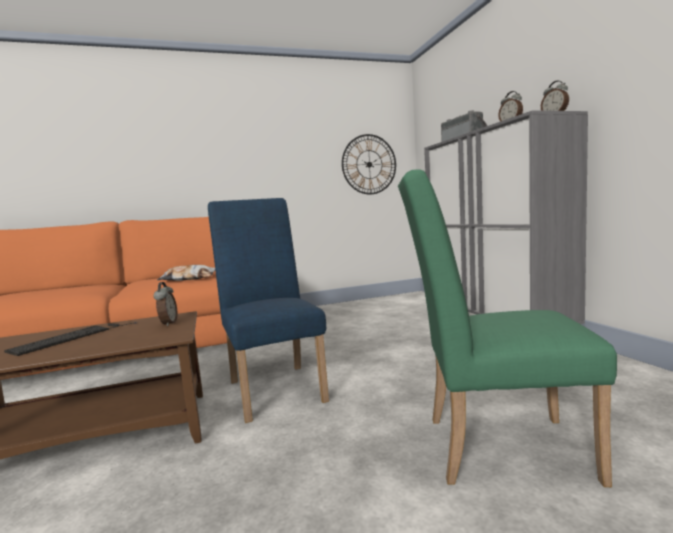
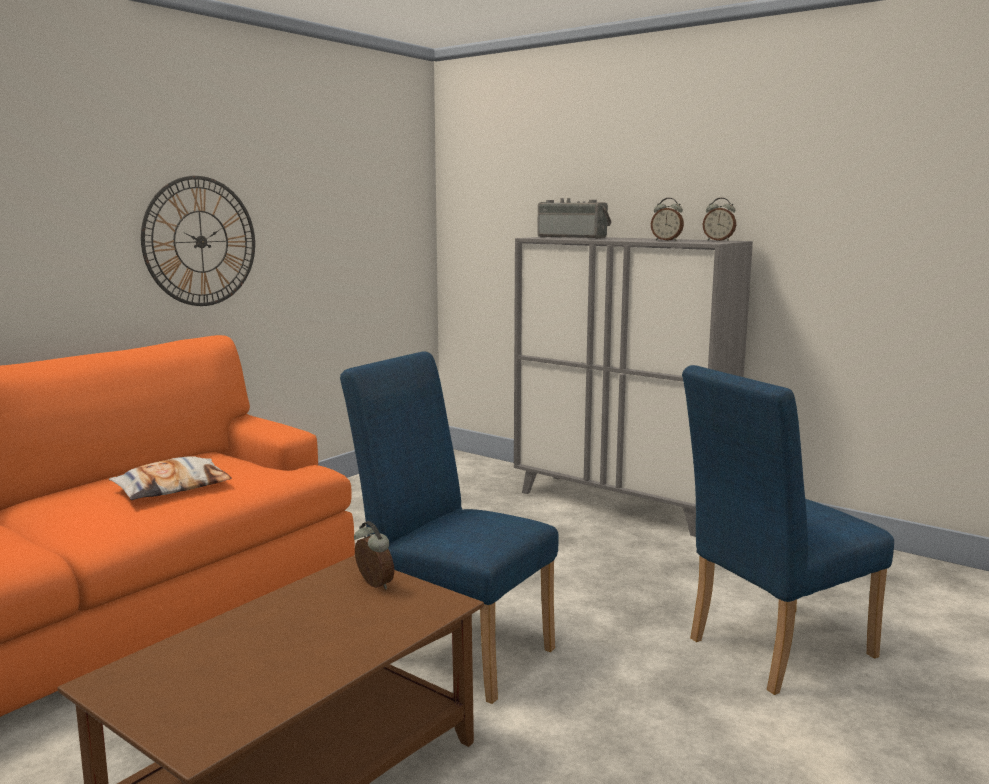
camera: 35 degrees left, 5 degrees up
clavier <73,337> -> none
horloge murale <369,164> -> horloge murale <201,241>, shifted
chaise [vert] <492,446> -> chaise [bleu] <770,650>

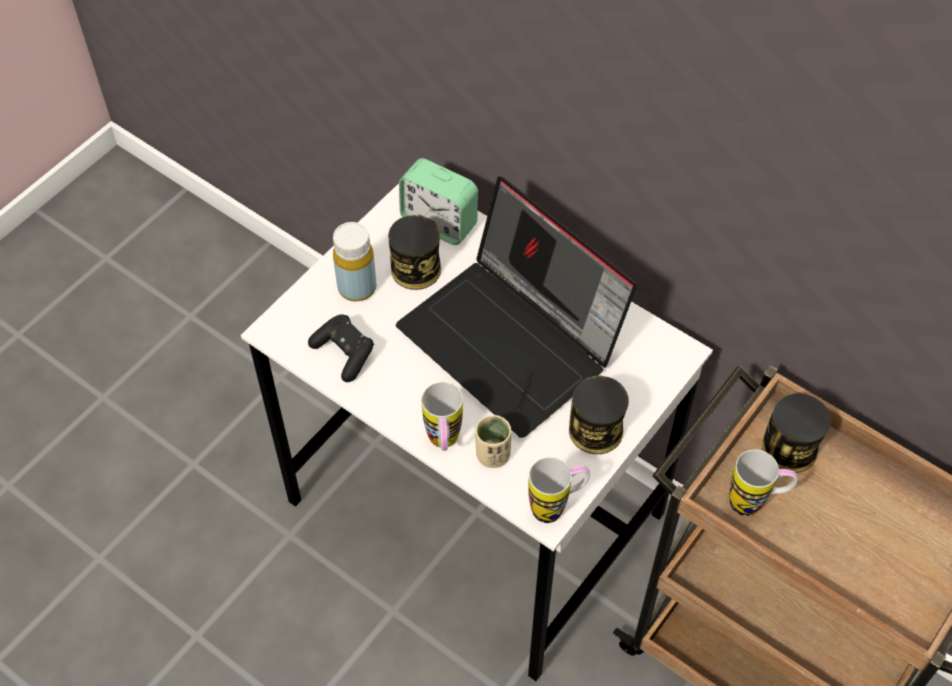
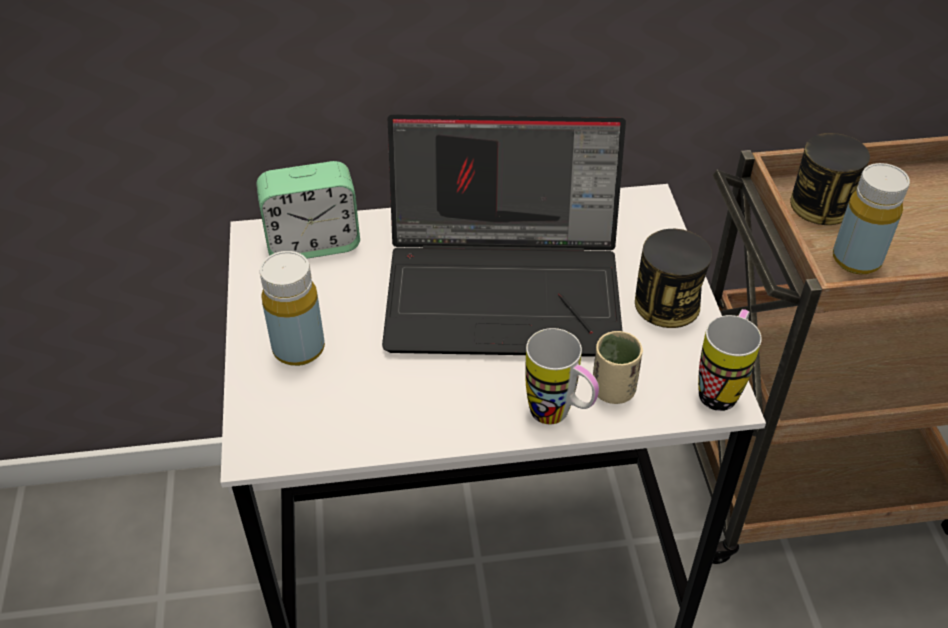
camera: 45 degrees left, 10 degrees down
manette [noir] <344,353> -> none
boîte métallique <416,269> -> none
mug <755,503> -> bouteille [jaune] <856,259>

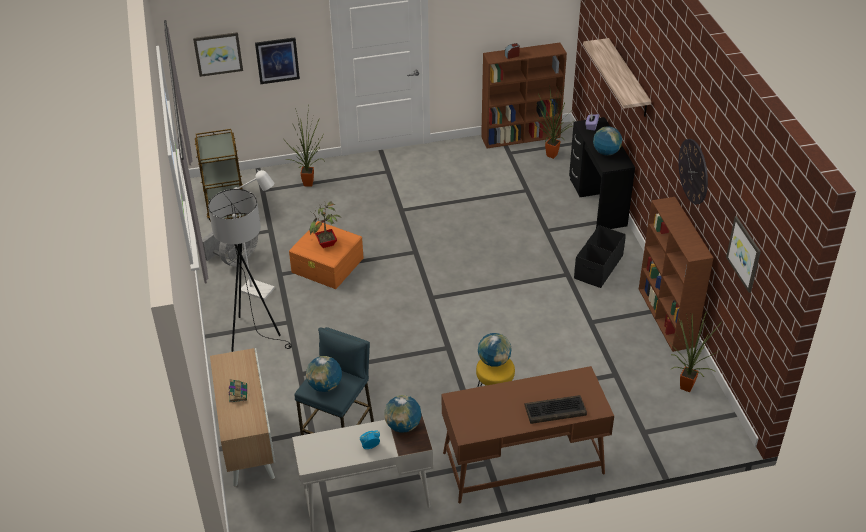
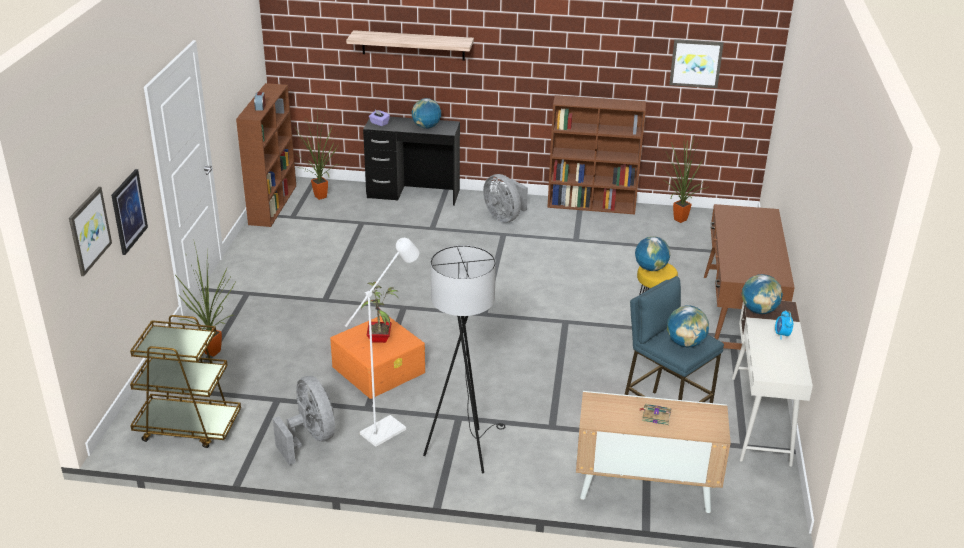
camera: 70 degrees left, 10 degrees down
clavier <554,410> -> none
boîte de rangement [noir] <598,267> -> ventilateur [gris] <505,217>
horloge murale <693,171> -> none

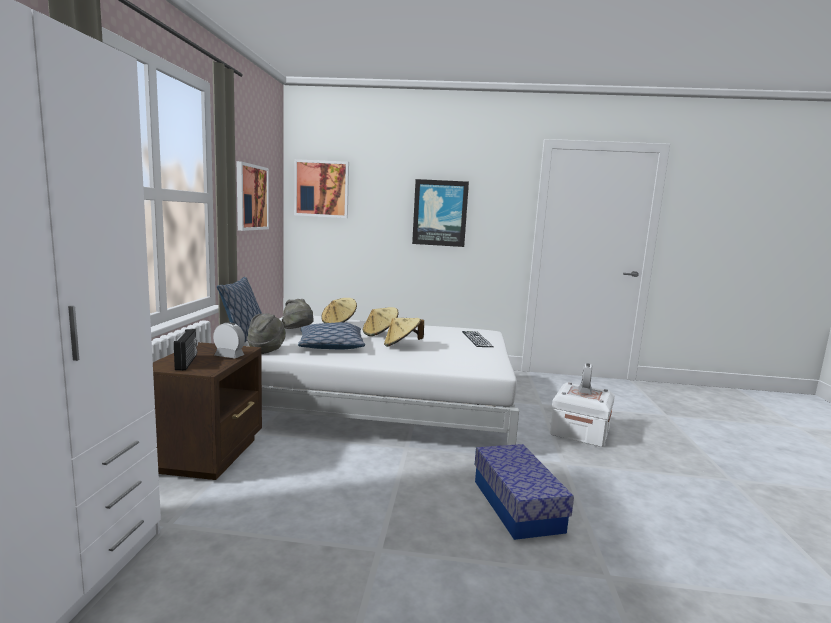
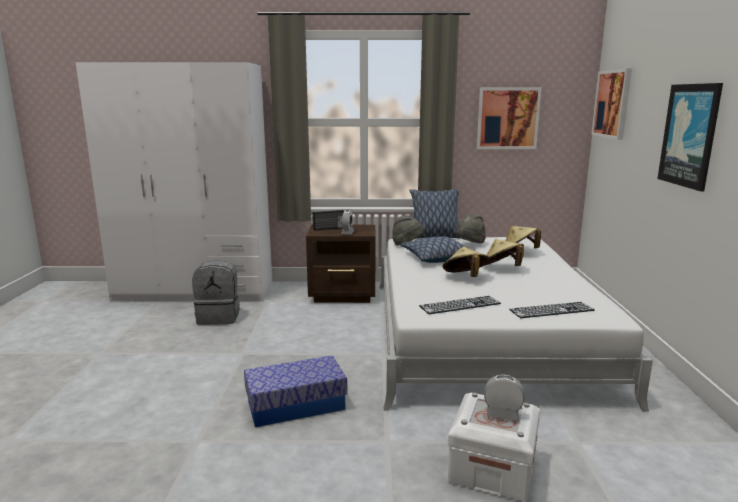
camera: 85 degrees right, 5 degrees up
none -> sac à dos [gris] <219,317>
none -> clavier <460,305>

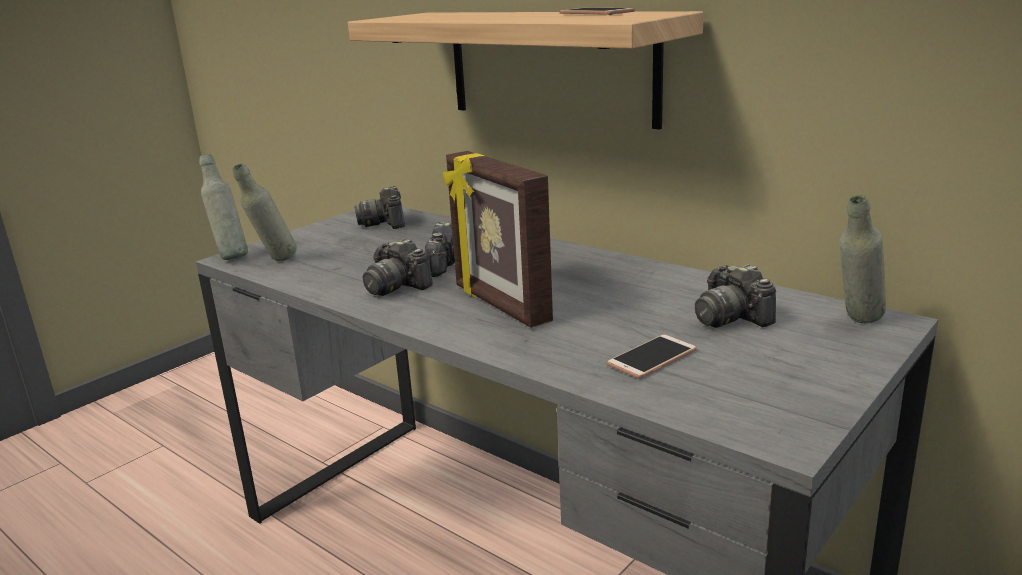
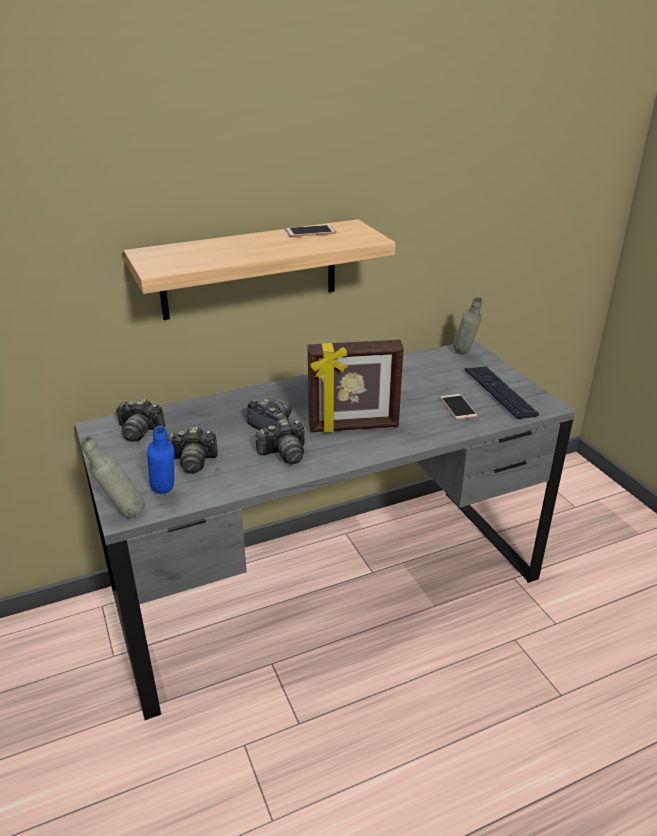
camera: 65 degrees left, 10 degrees up
bouteille [gris] <274,262> -> bouteille [bleu] <166,495>
appareil photo <731,317> -> appareil photo <192,461>, shifted
none -> clavier <499,393>

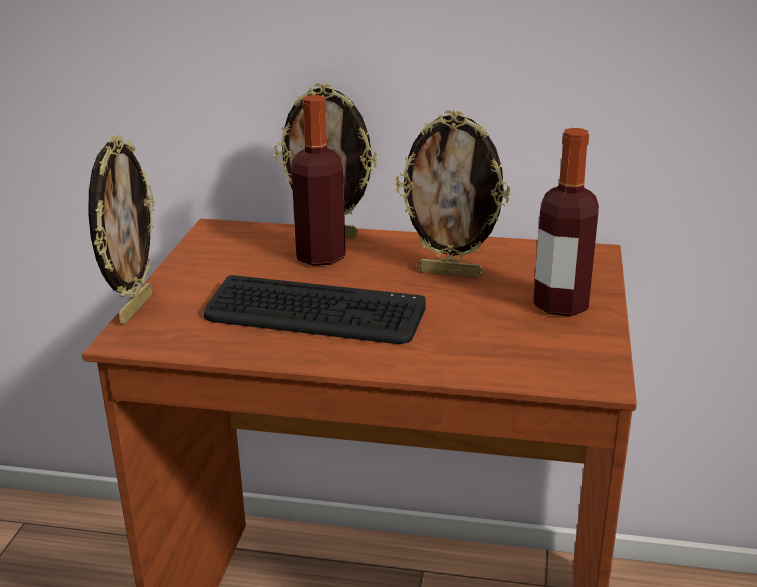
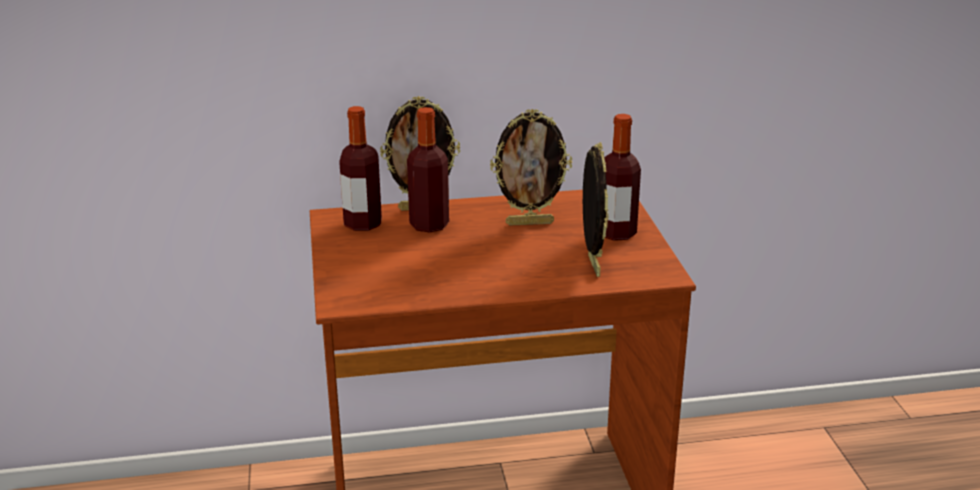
camera: 20 degrees left, 0 degrees up
cadre photo <134,308> -> cadre photo <591,265>, shifted
clavier <314,313> -> none
none -> bouteille <363,224>

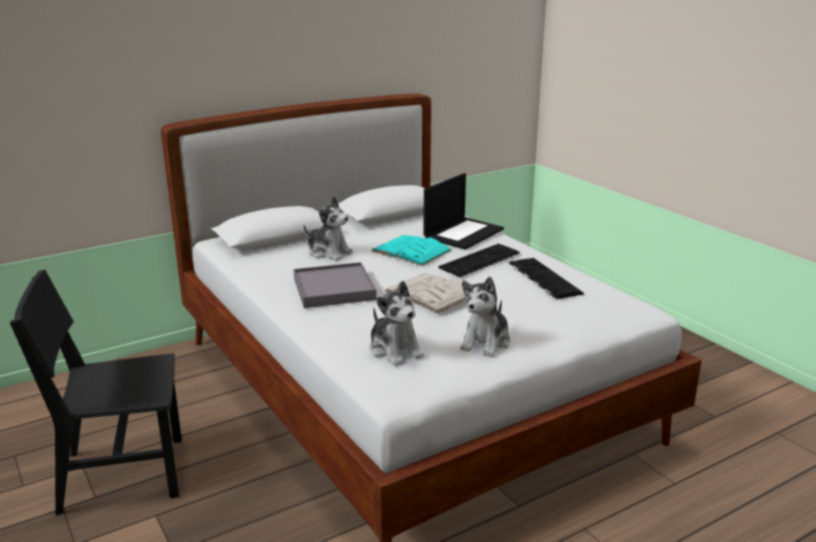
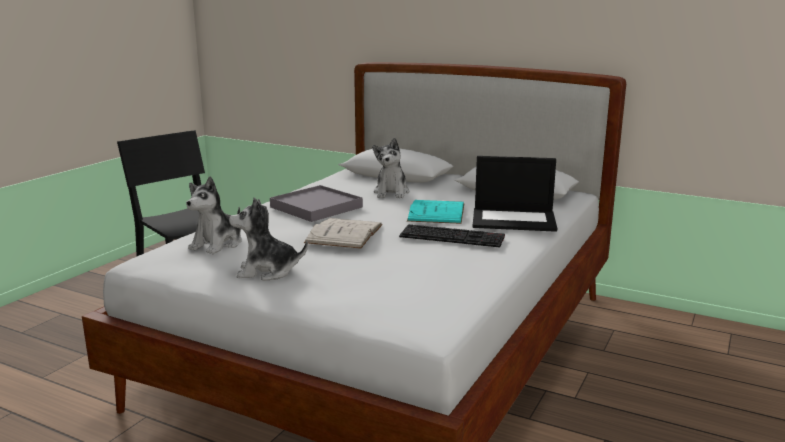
camera: 60 degrees right, 5 degrees down
clavier <542,278> -> none

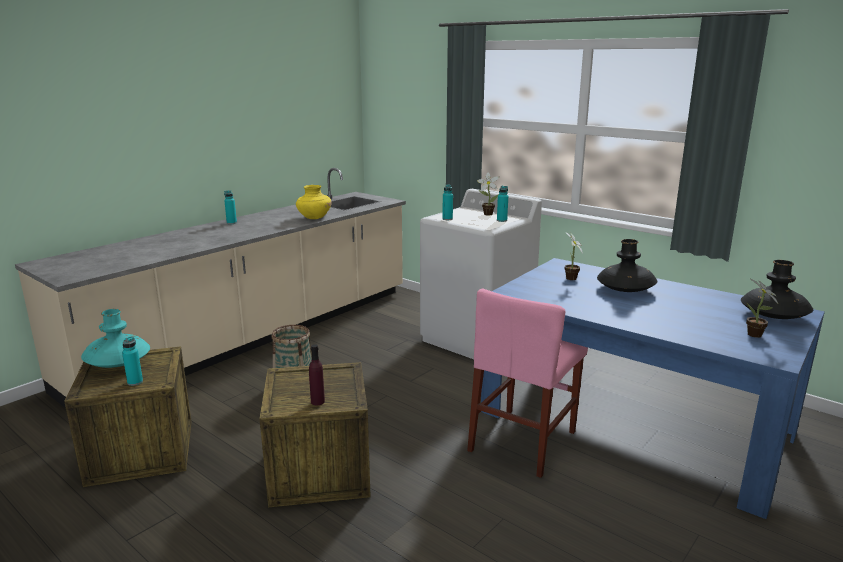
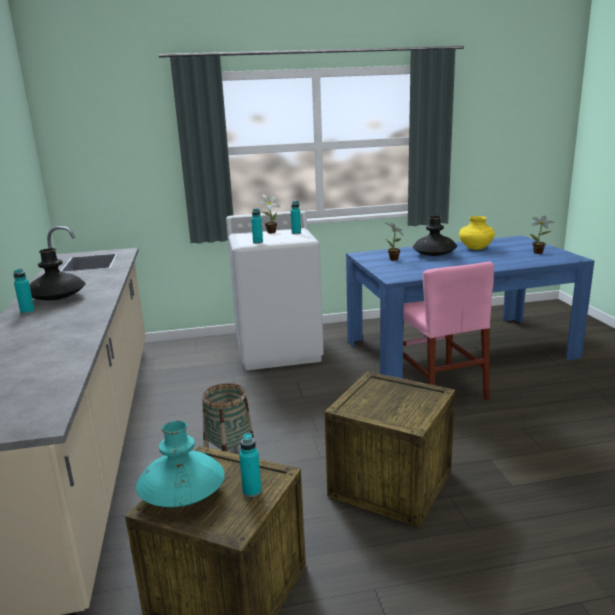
camera: 50 degrees left, 0 degrees up
vase [jaune] <314,217> -> vase [jaune] <475,248>, shifted
bouteille [violet] <317,401> -> none
vase [noir] <773,315> -> vase [noir] <57,298>, shifted

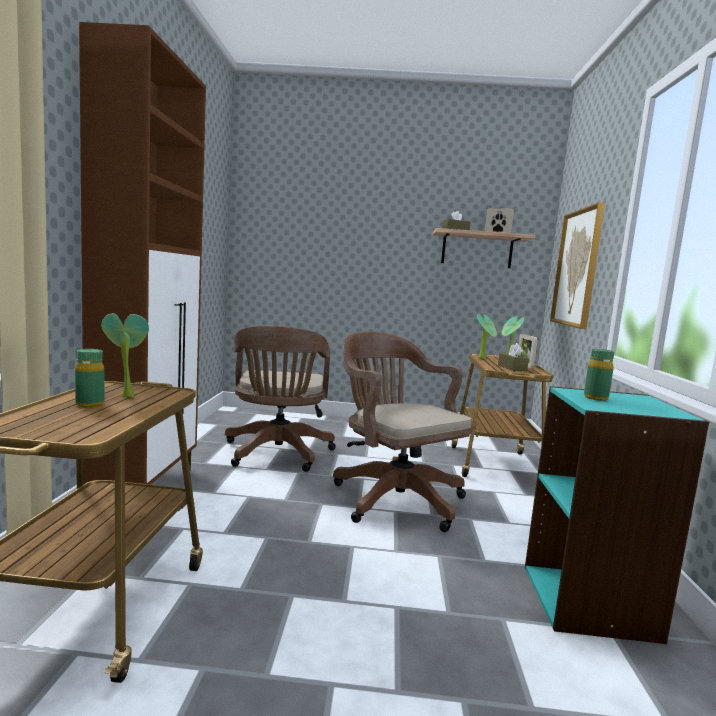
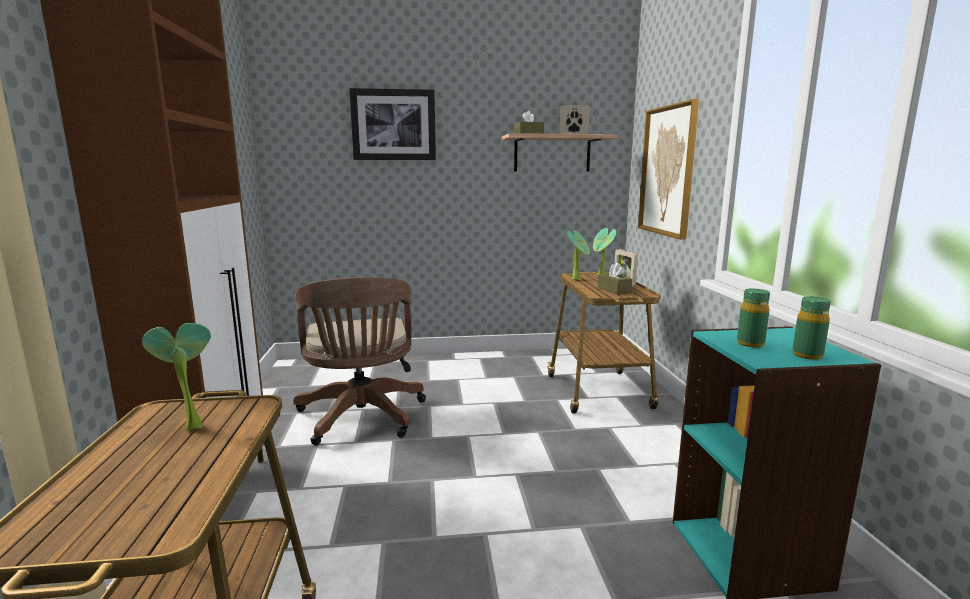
camera: 10 degrees left, 5 degrees up
bouteille [vert] <90,404> -> bouteille [vert] <807,355>, shifted
chaise de bureau [marron] <393,497> -> none
none -> tableau <393,125>

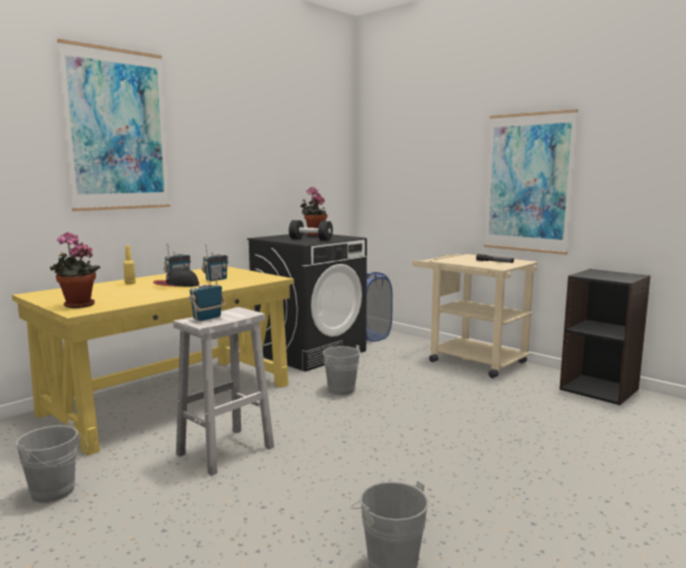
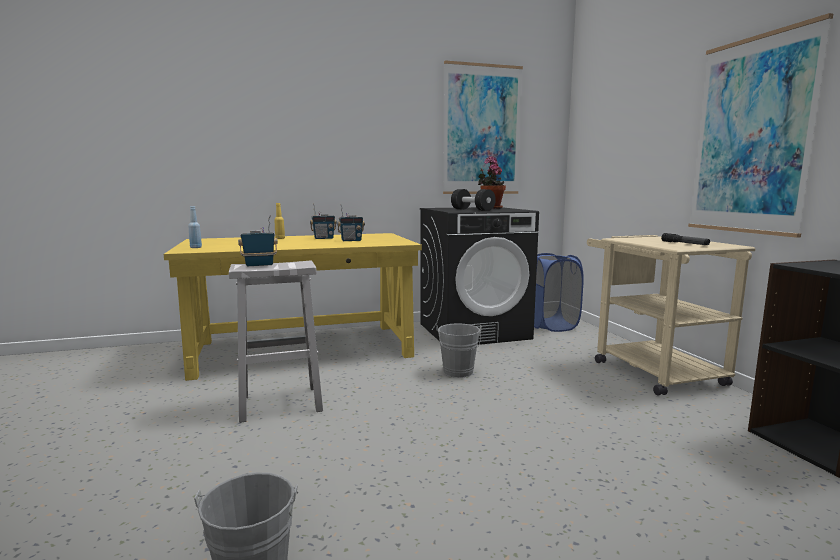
camera: 30 degrees right, 0 degrees up
seau [gris] <56,493> -> none
plante en pot <77,306> -> bouteille [bleu] <196,247>
tableau <117,130> -> tableau <482,130>, shifted
casquette <176,285> -> none

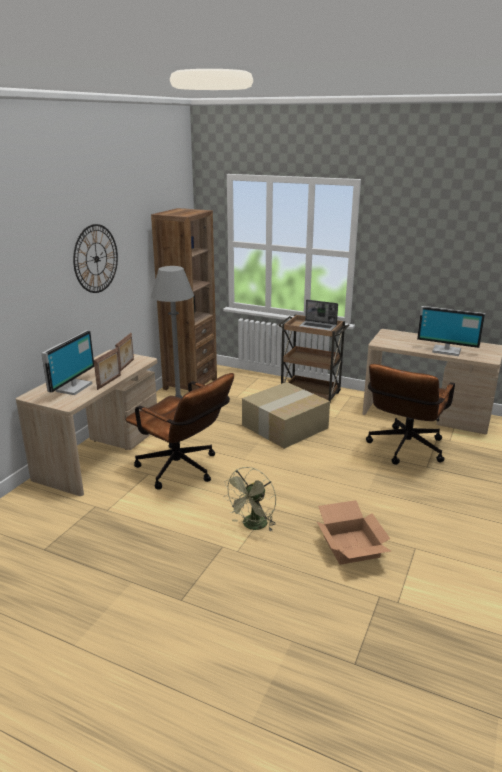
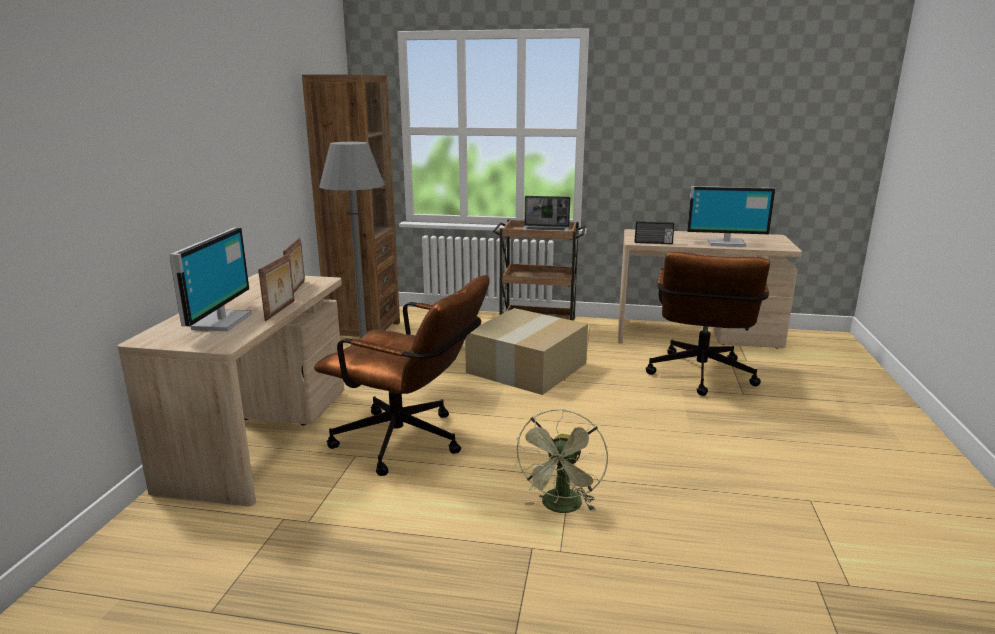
camera: 15 degrees left, 5 degrees down
horloge murale <96,259> -> none
carton <352,547> -> none
none -> radio <653,243>

